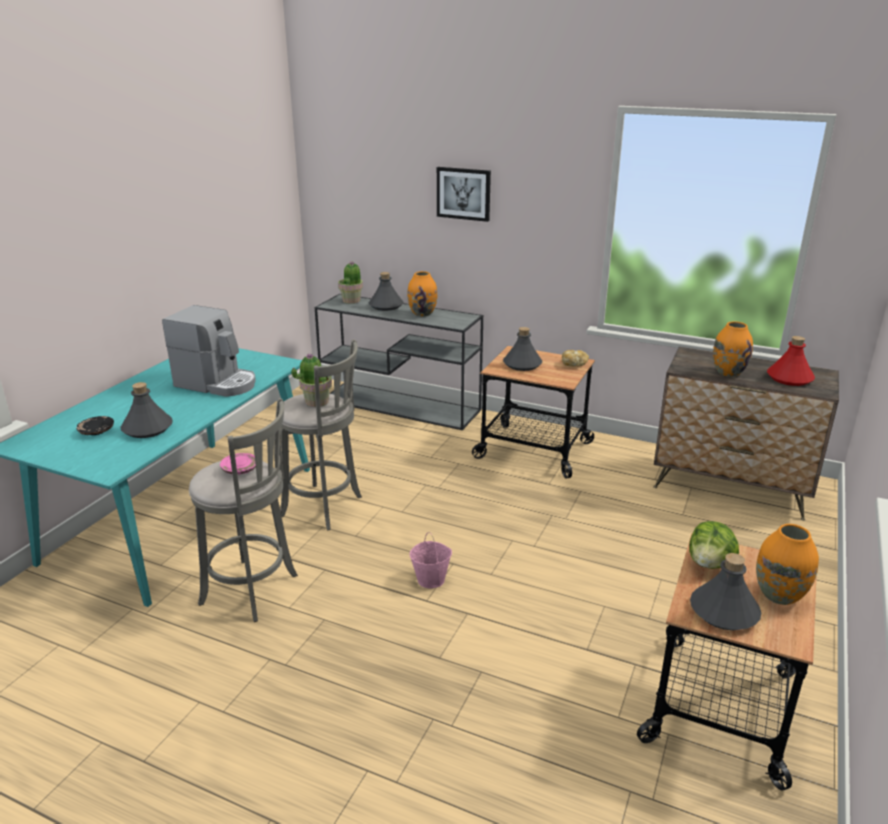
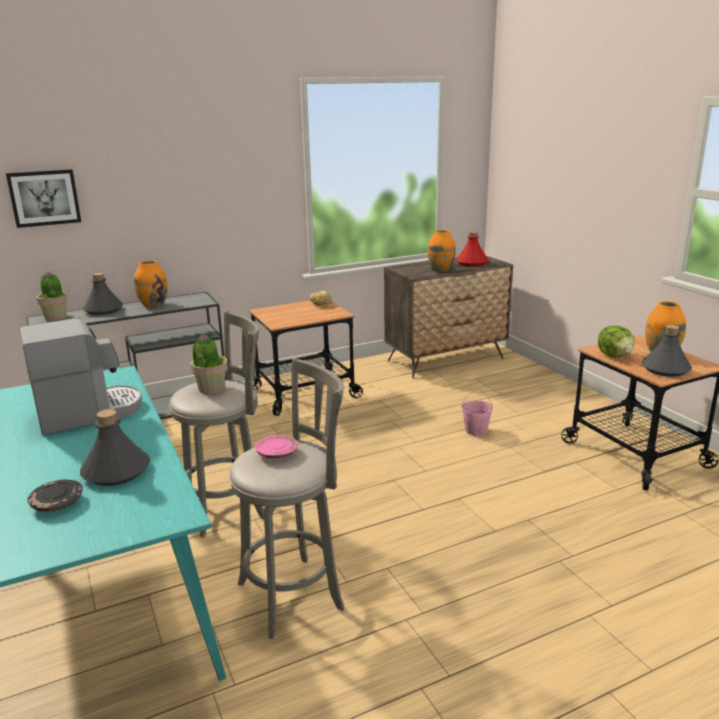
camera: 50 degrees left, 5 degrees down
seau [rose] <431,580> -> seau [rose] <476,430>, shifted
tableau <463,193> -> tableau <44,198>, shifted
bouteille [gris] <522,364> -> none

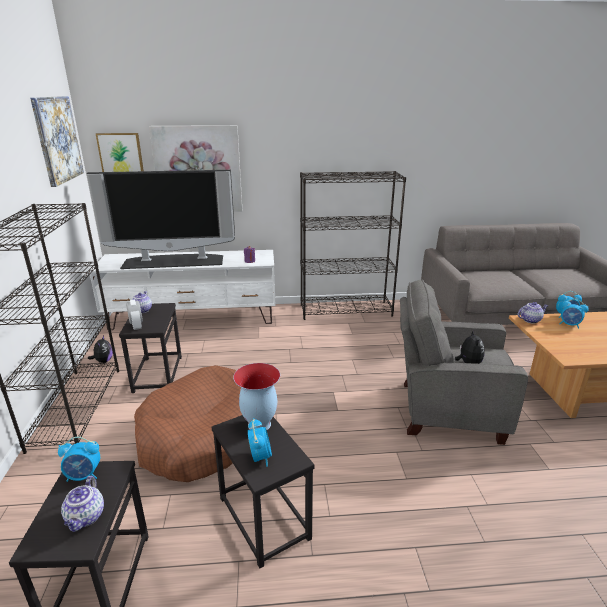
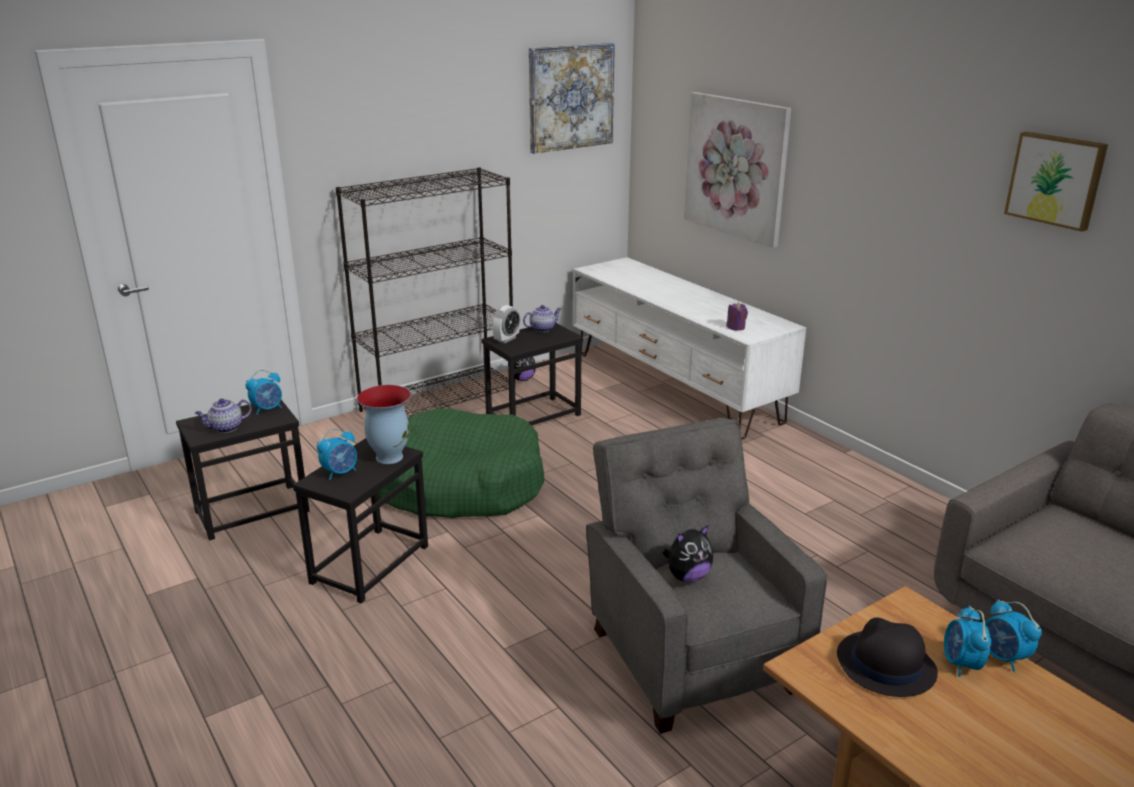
camera: 60 degrees right, 0 degrees up
réveil <84,476> -> réveil <268,409>, 90 degrees counterclockwise
téléviseur <174,261> -> none
tableau <121,153> -> tableau <1056,180>, shifted
panier pour chien [marron] <203,435> -> panier pour chien [vert] <458,484>
bibliothèque [noir] <346,310> -> none
théière <530,320> -> none
none -> chapeau [noir] <885,665>

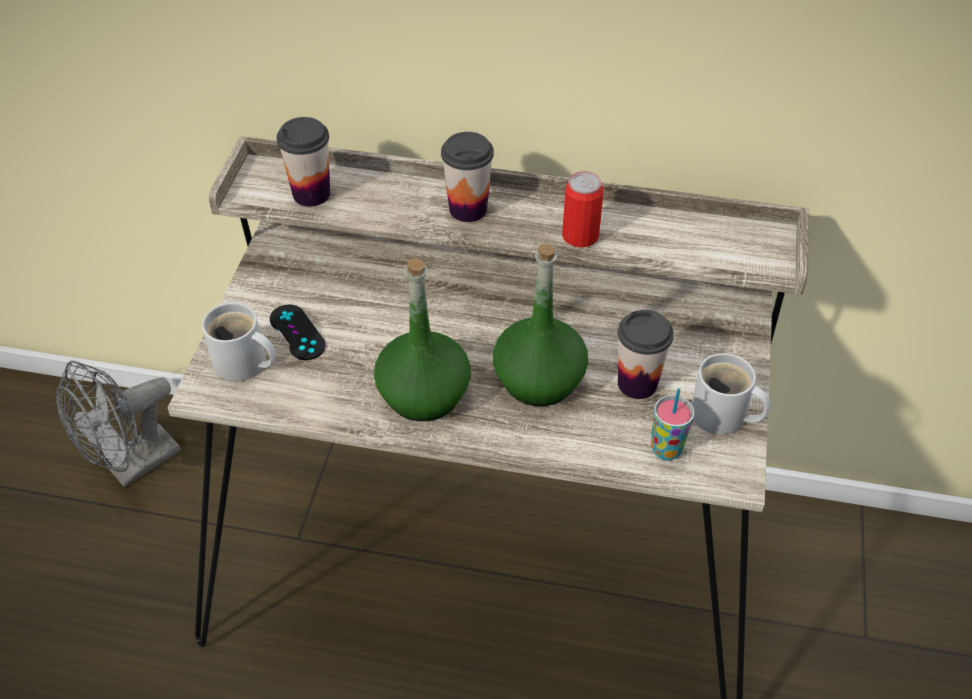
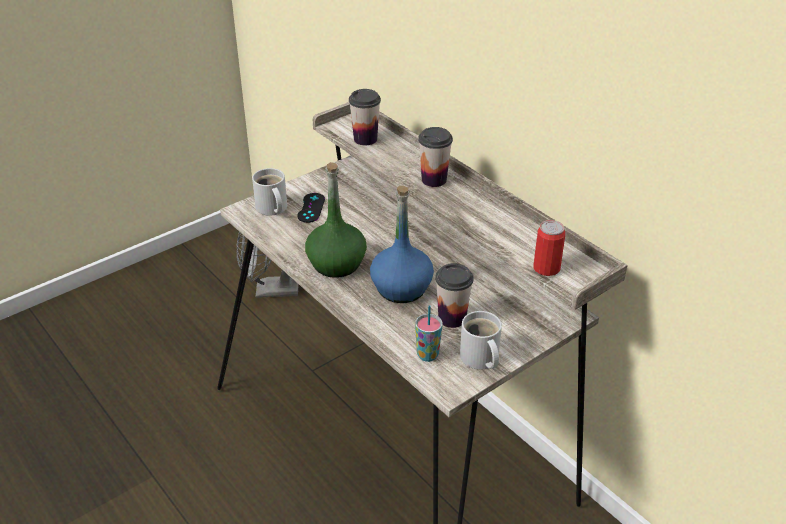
camera: 40 degrees right, 10 degrees down
bouteille [vert] <539,379> -> bouteille [bleu] <402,288>
boîte métallique <580,236> -> boîte métallique <546,268>, shifted

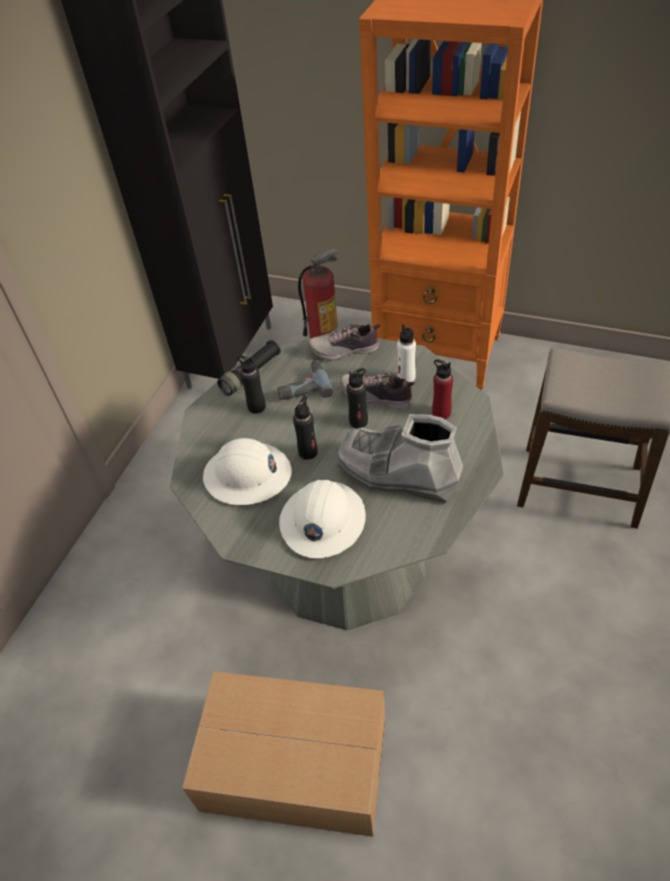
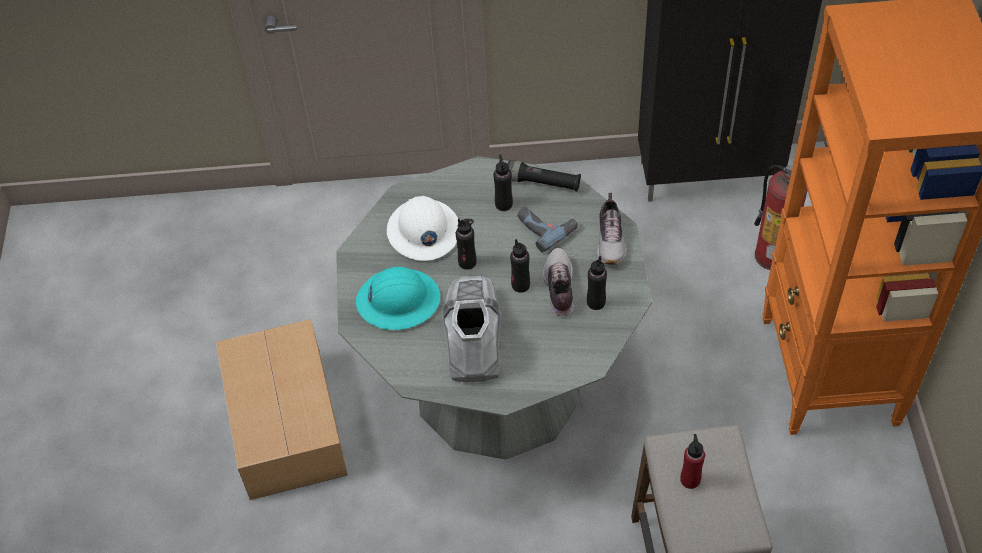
camera: 65 degrees right, 5 degrees up
casque de chantier [blanc] <322,520> -> casque de chantier [turquoise] <398,300>
chaussure <345,350> -> chaussure <611,240>, 150 degrees counterclockwise
bouteille [blanc] <406,378> -> bouteille [noir] <596,302>
bouteille [rouge] <441,413> -> bouteille [rouge] <690,479>, shifted

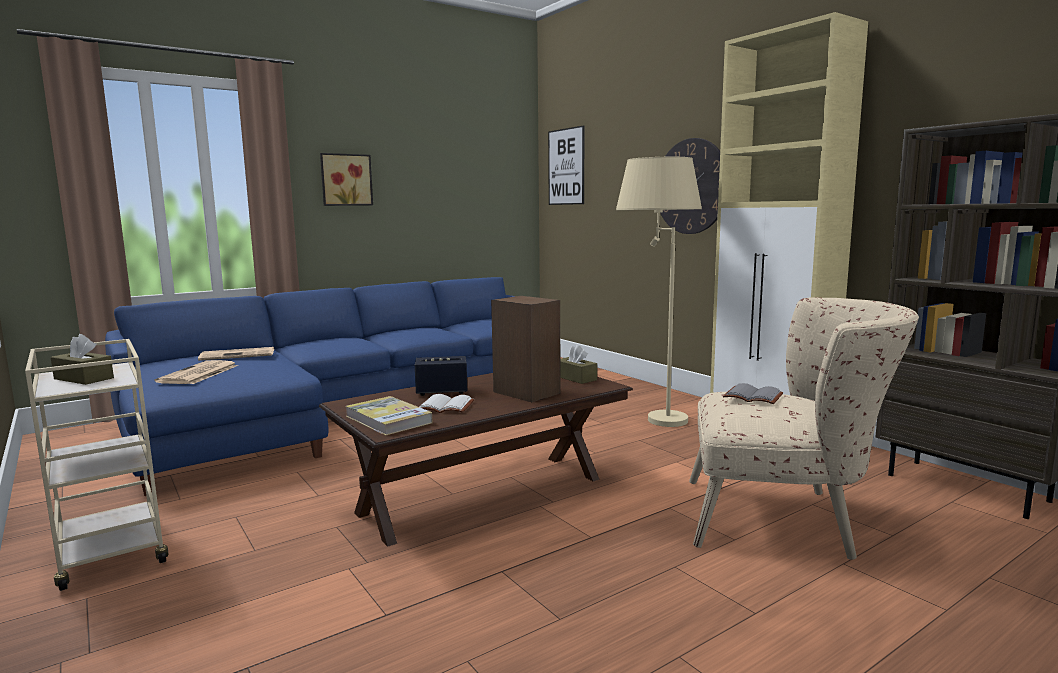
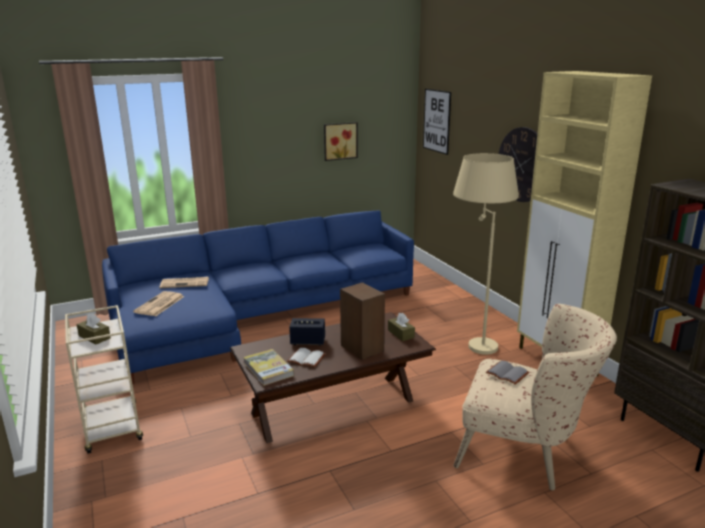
camera: 10 degrees right, 10 degrees up
tableau <346,180> -> tableau <340,141>, shifted

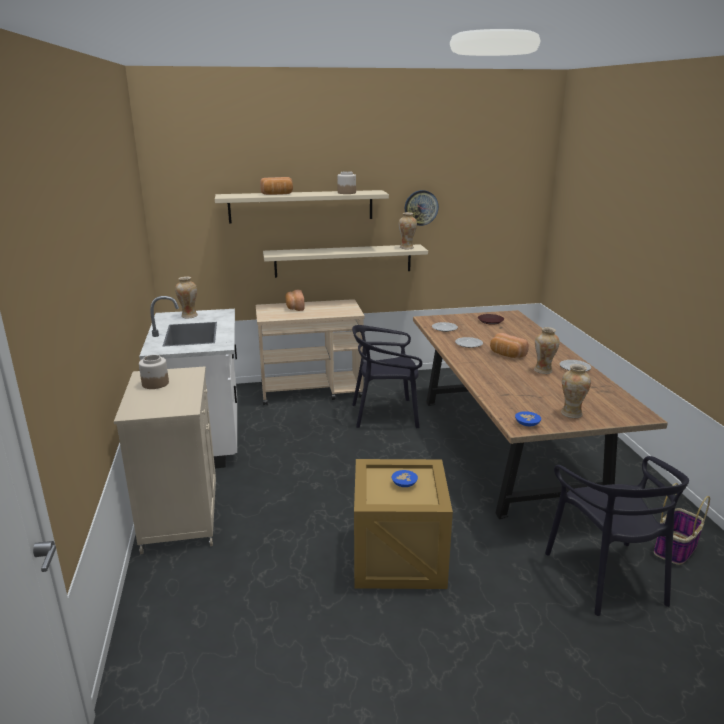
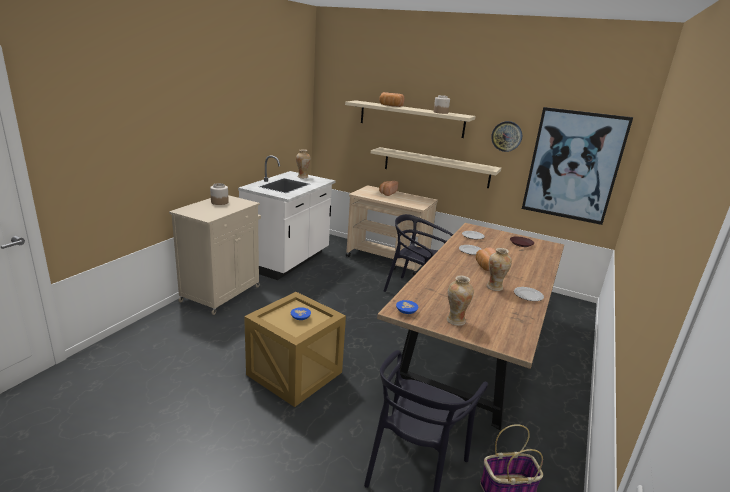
camera: 35 degrees right, 0 degrees up
vase <406,248> -> none
none -> tableau <573,166>

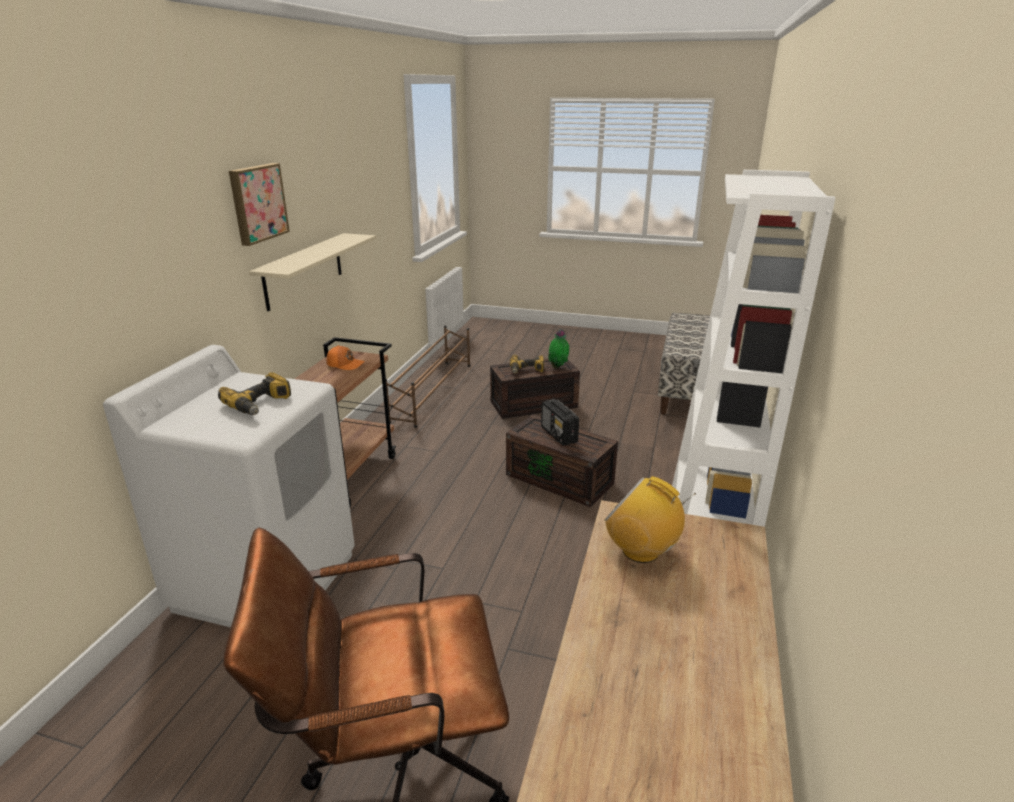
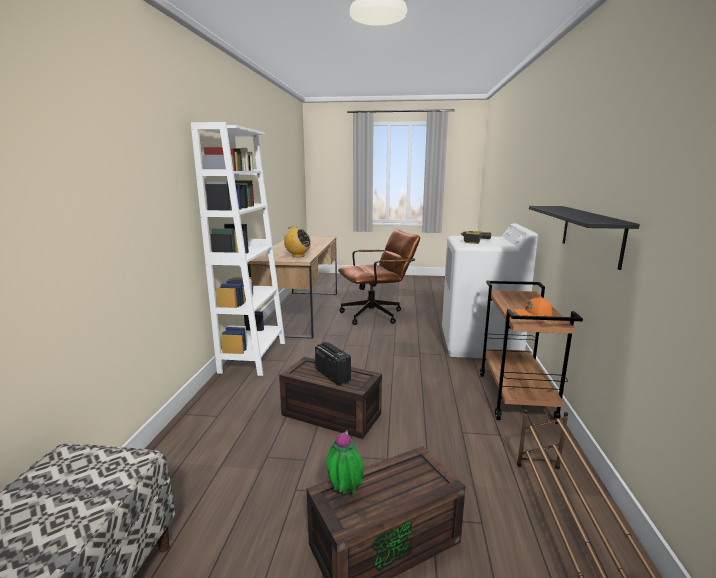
camera: 170 degrees right, 10 degrees down
tableau <257,203> -> none
étagère [beige] <304,270> -> étagère [noir] <591,234>
perceuse <526,370> -> none

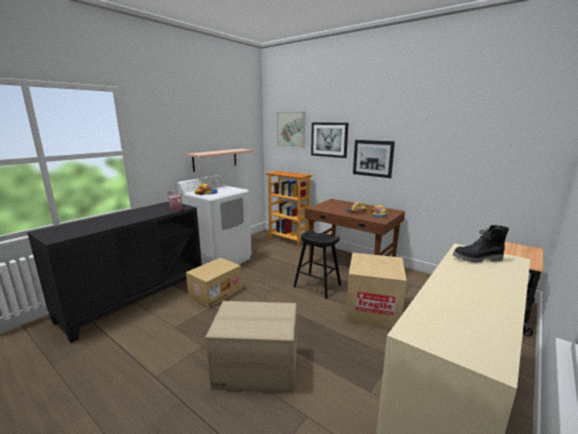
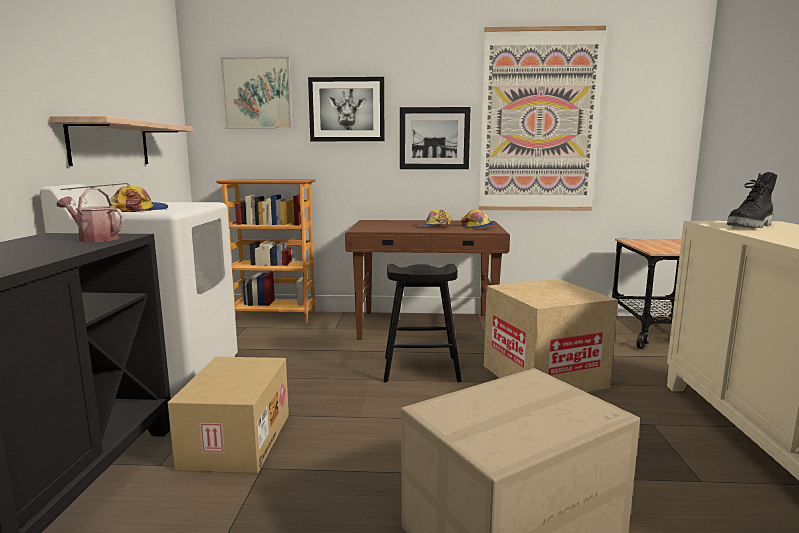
camera: 35 degrees left, 5 degrees down
none -> tableau <539,121>

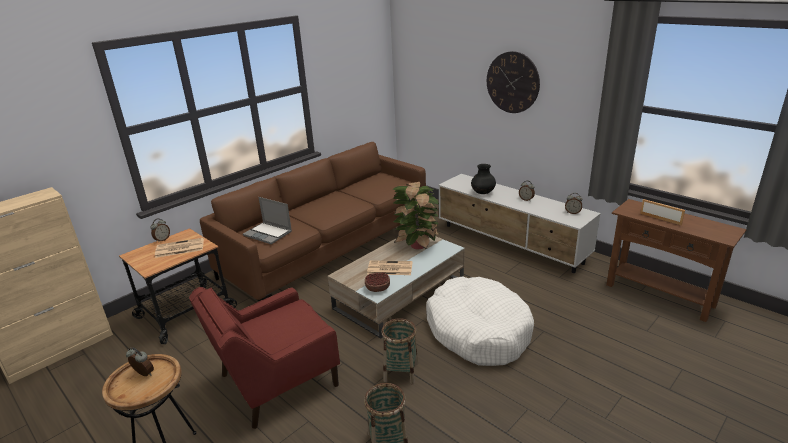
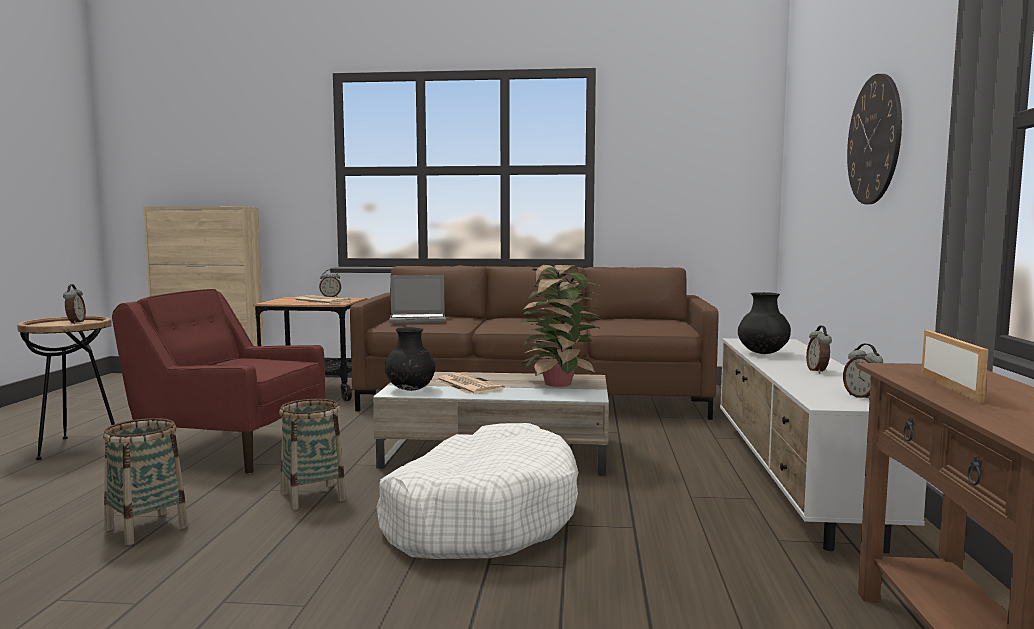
camera: 50 degrees right, 20 degrees down
ordinateur portable <268,234> -> ordinateur portable <418,320>, 90 degrees counterclockwise
bol <378,287> -> vase [noir] <410,389>

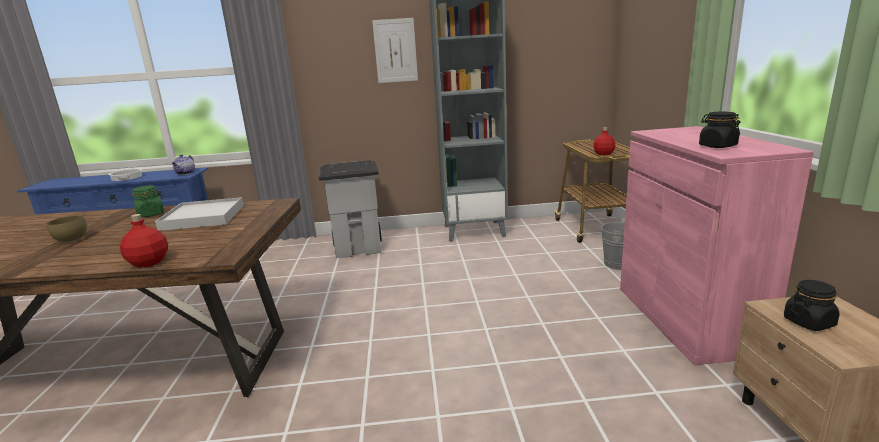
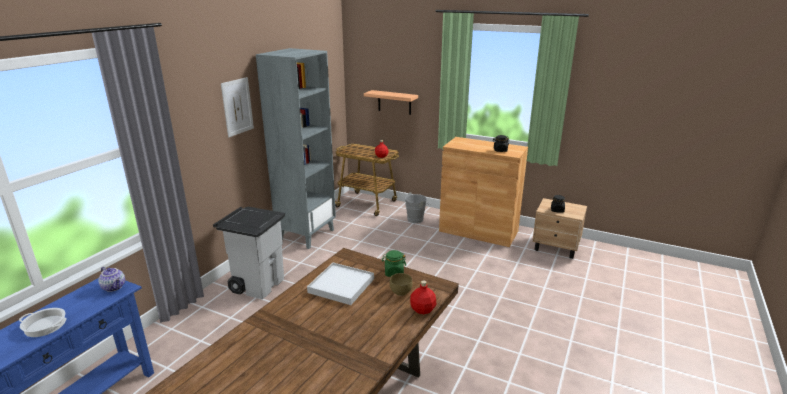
camera: 60 degrees left, 5 degrees up
bol [marron] <71,240> -> bol [marron] <401,292>, shifted
bocal [vert] <151,214> -> bocal [vert] <394,272>, shifted
meuble de rangement [rose] <686,318> -> meuble de rangement [marron] <478,231>
none -> étagère <394,102>

